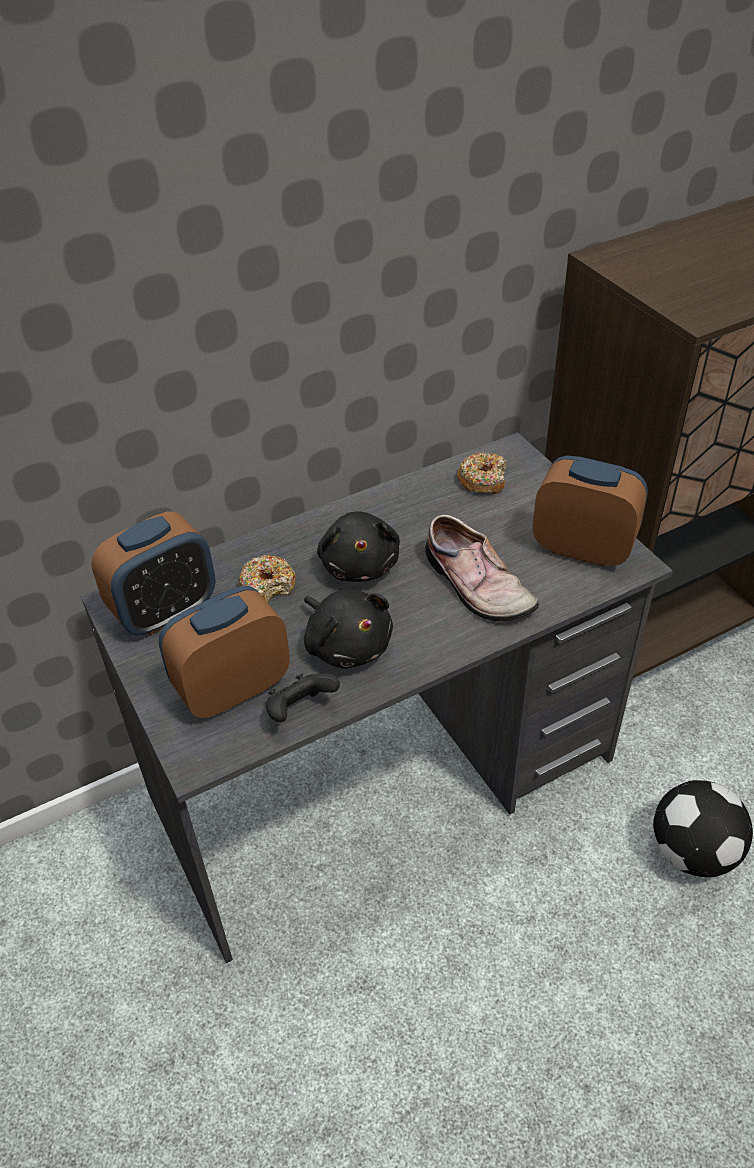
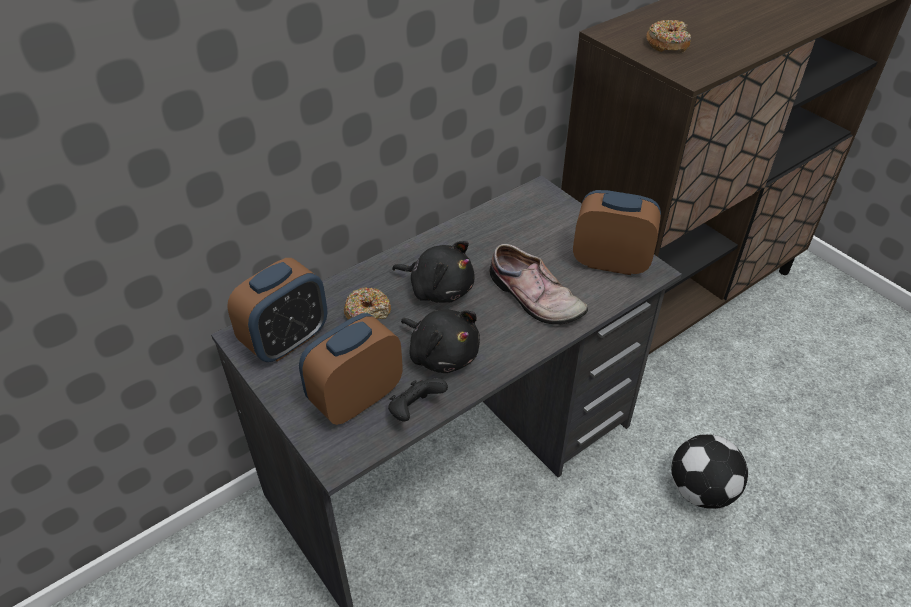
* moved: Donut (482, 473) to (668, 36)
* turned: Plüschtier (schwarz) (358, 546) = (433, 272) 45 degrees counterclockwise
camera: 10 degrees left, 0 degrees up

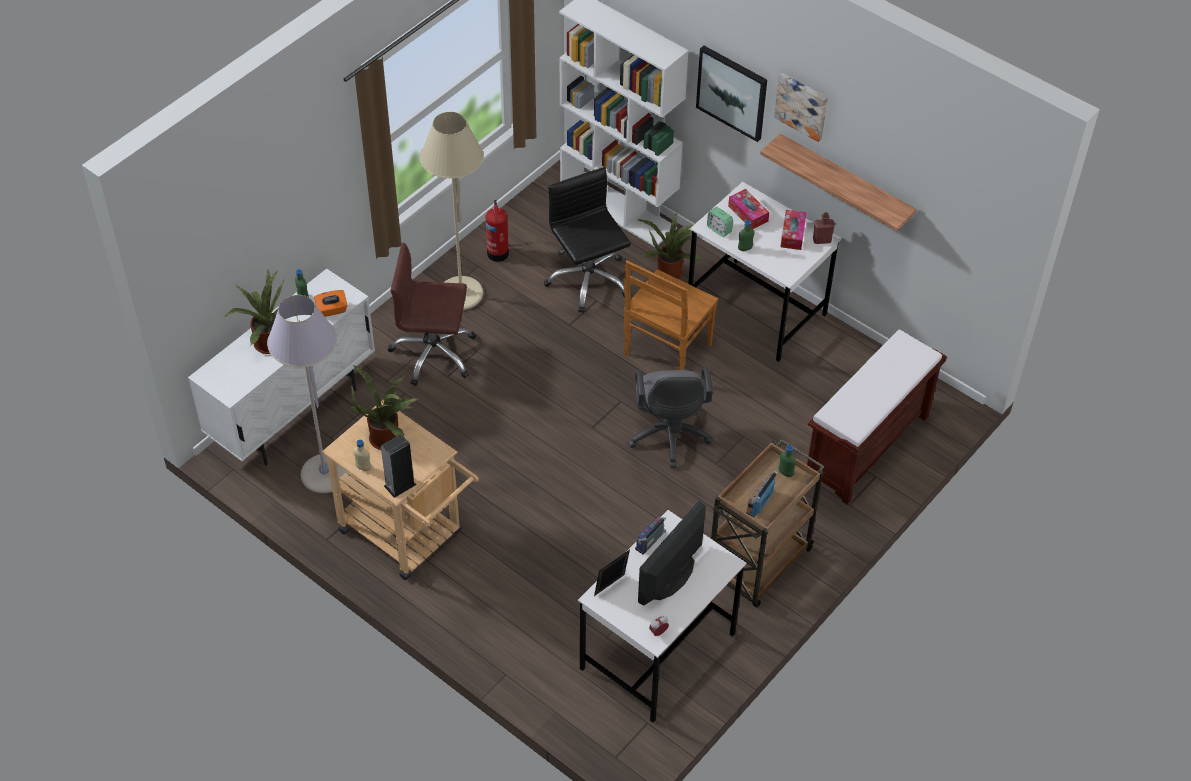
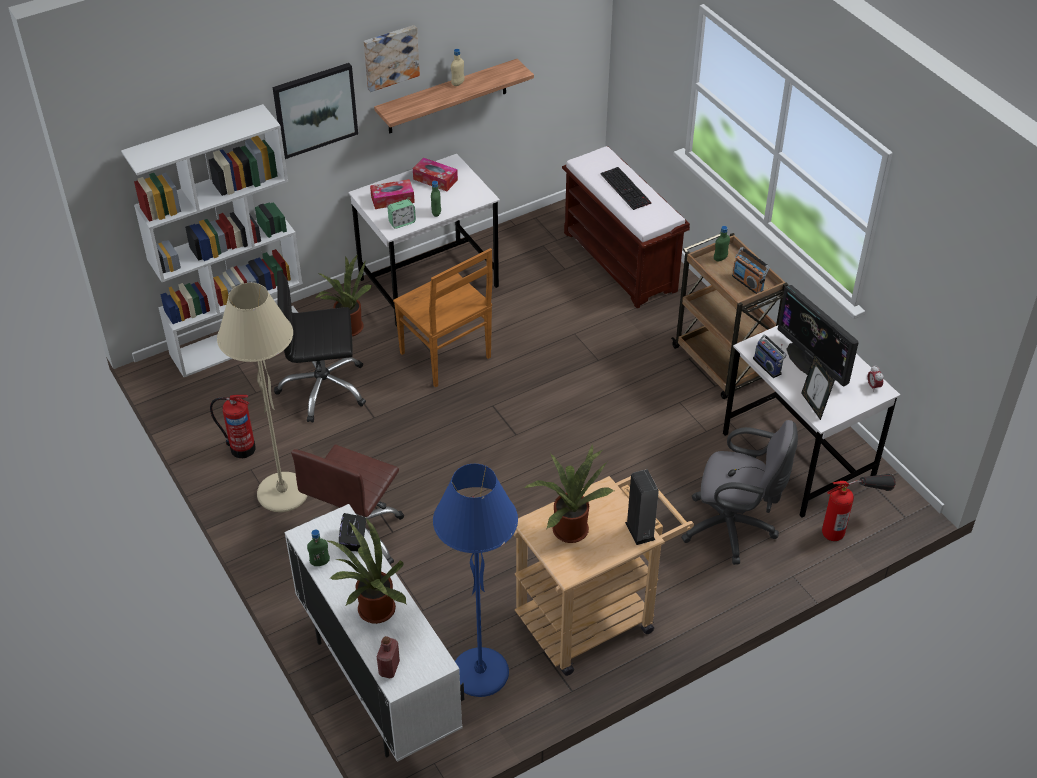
* added: Tastatur (625, 188)
* added: Feuerlöscher (859, 507)
* moved: Flasche (beige) (362, 455) to (458, 67)
* moved: Bürostuhl (grau) (670, 417) to (739, 492)
* moved: Flasche (rot) (824, 228) to (388, 657)
* recoloured: Stehlampe (grau) (308, 394) to Stehlampe (blau) (475, 580)
* recoloured: Taschentuchbox (orange) (331, 303) to Taschentuchbox (schwarz) (352, 532)
camera: 70 degrees left, 5 degrees down

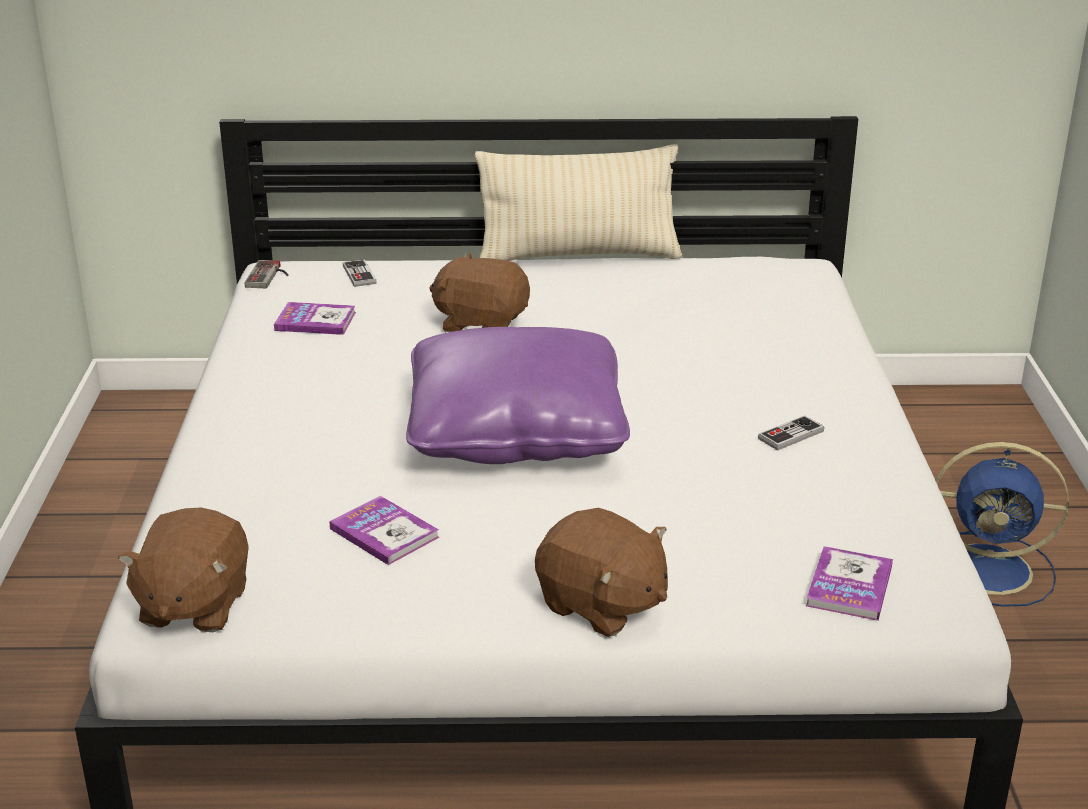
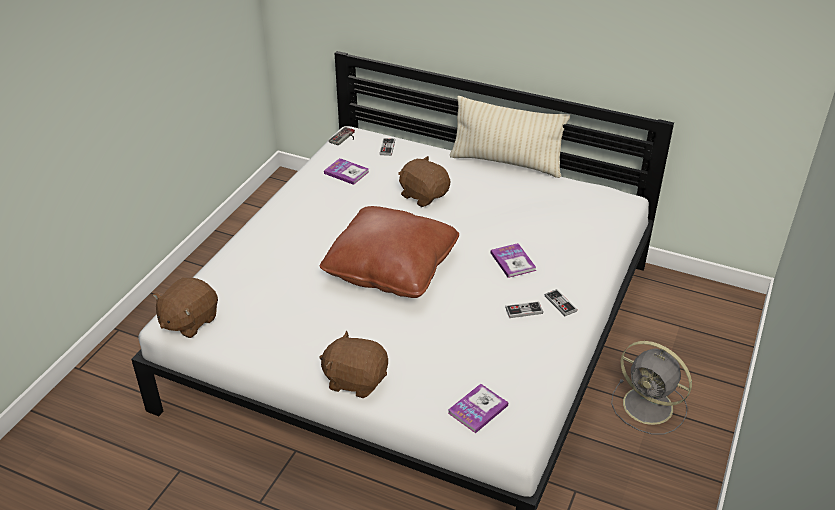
* added: Gamepad (561, 302)
* moved: Buch (384, 530) to (514, 260)
* recoloured: Kissen (lila) (518, 395) to Kissen (braun) (389, 252)
* recoloured: Ventilator (blau) (1002, 524) to Ventilator (grau) (651, 388)
* turned: Plüschtier (braun) (601, 572) = (353, 364) 135 degrees clockwise
camera: 25 degrees right, 10 degrees up

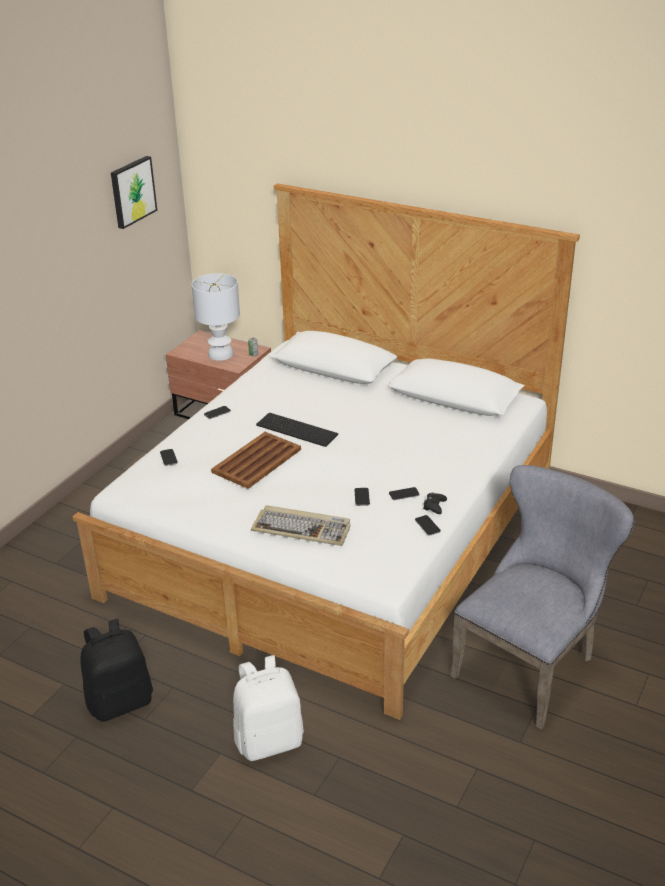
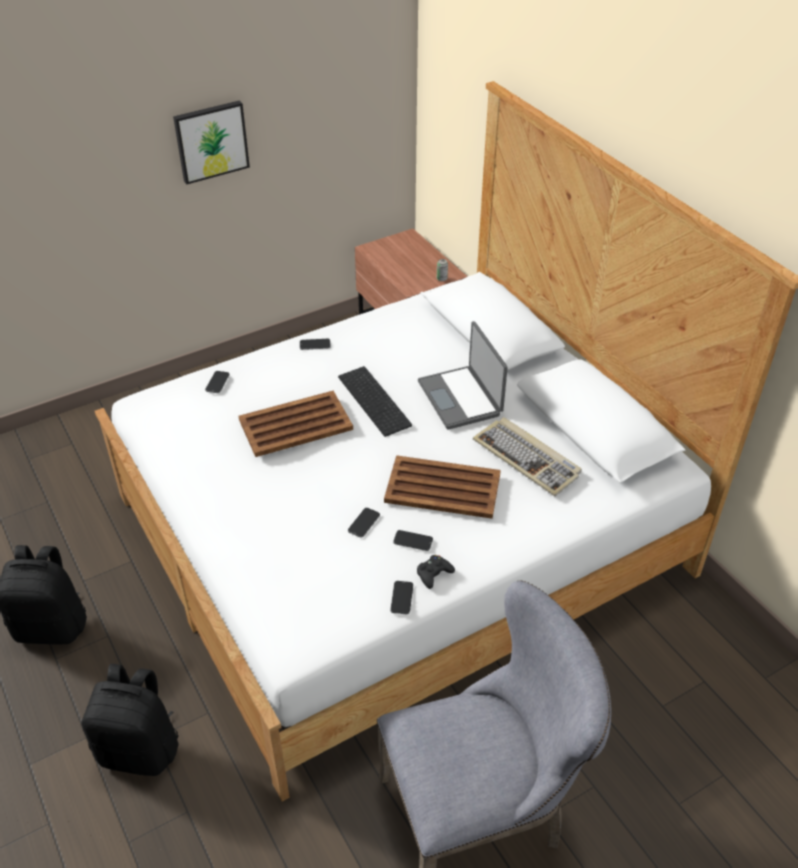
* removed: Tischlampe (weiß) (216, 317)
* added: Tablett (braun) (442, 487)
* added: Laptop (463, 375)
* moved: Bild (134, 192) to (211, 142)
* moved: Tastatur (301, 525) to (527, 456)
* recoloured: Rucksack (weiß) (268, 708) to Rucksack (schwarz) (130, 720)
camera: 30 degrees right, 10 degrees up

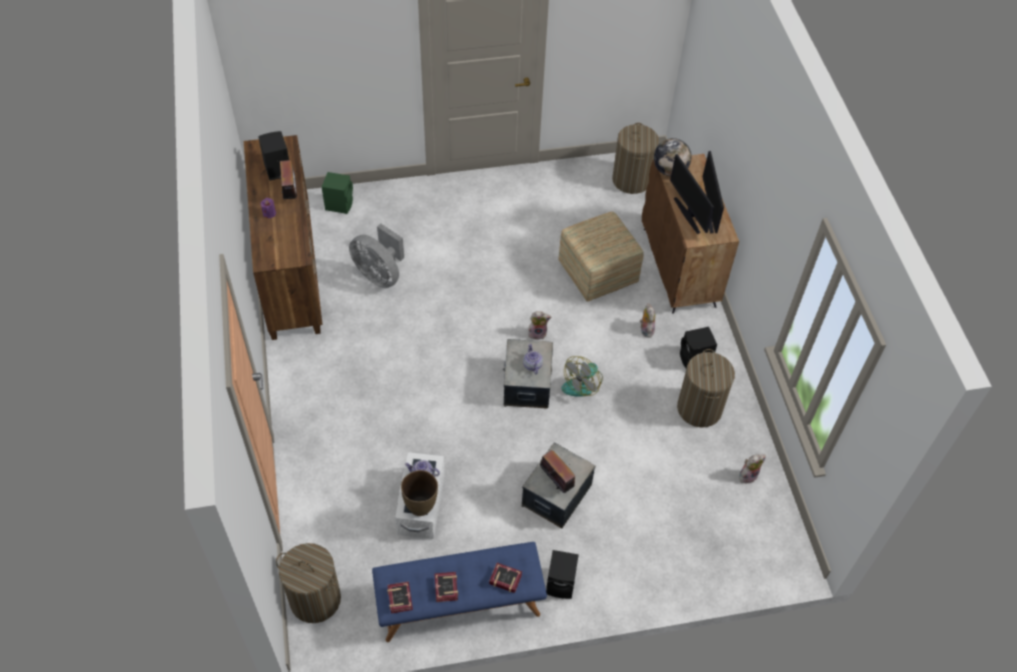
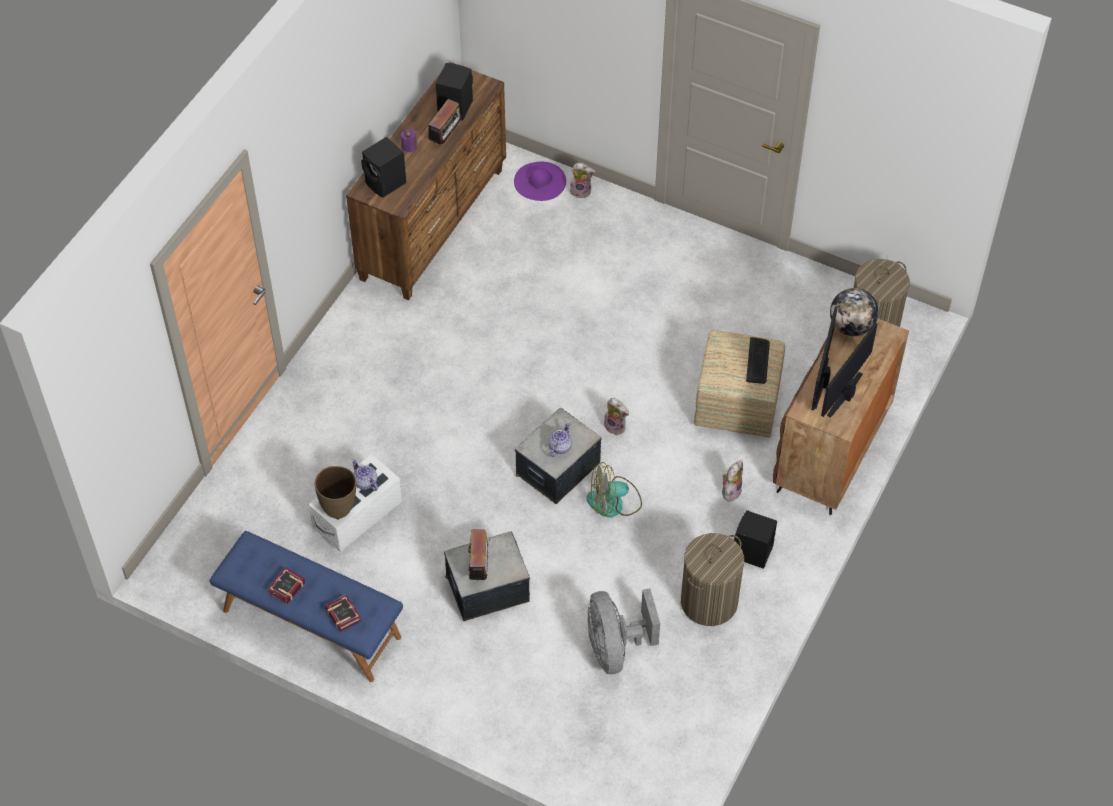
* removed: Wäschekorb (308, 583)
* removed: Buch (400, 597)
* added: Tastatur (758, 360)
* moved: Ventilator (grau) (376, 256) to (624, 631)
* moved: Lautsprecher (schwarz) (562, 574) to (383, 167)
* moved: Plüschtier (752, 468) to (582, 180)
* replaced: Lautsprecher (grün) (337, 193) to Hut (lila) (540, 181)
camera: 40 degrees right, 0 degrees up

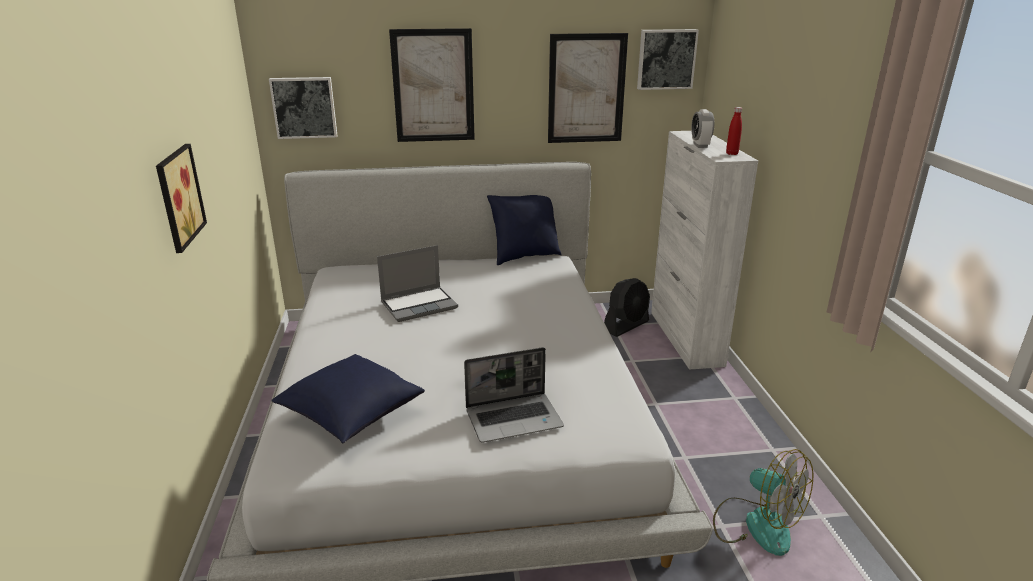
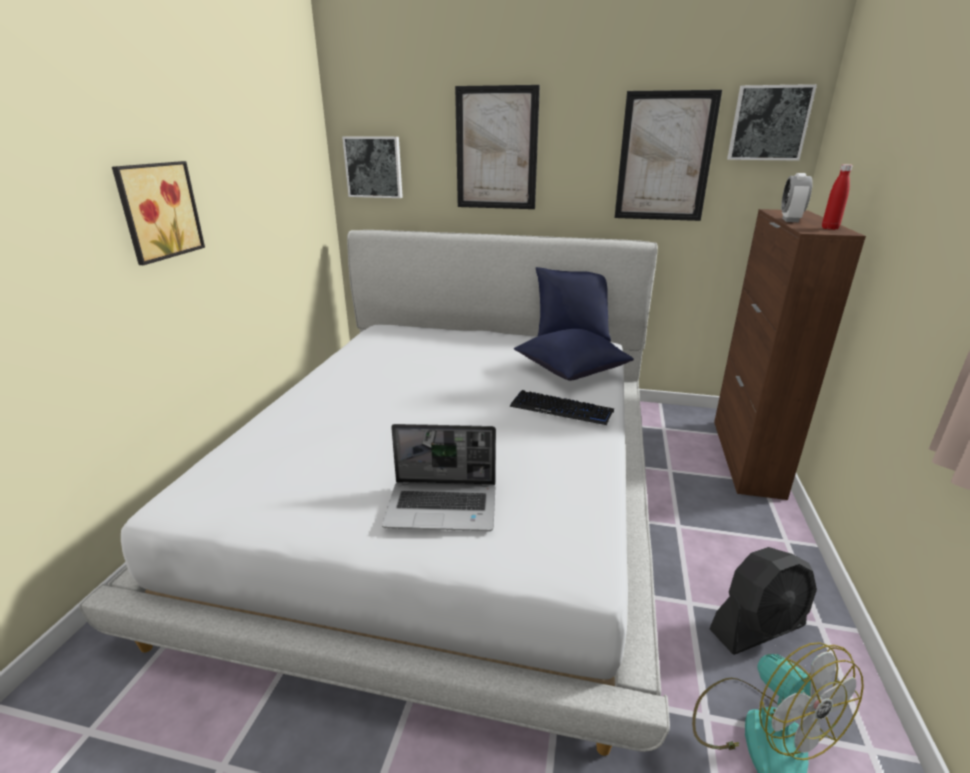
* removed: Laptop (417, 283)
* added: Tastatur (562, 407)
* moved: Kissen (blau) (348, 398) to (574, 355)
* moved: Ventilator (schwarz) (627, 307) to (763, 601)
* recoloured: Schrank (weiß) (704, 250) to Schrank (braun) (790, 354)
camera: 20 degrees right, 0 degrees up

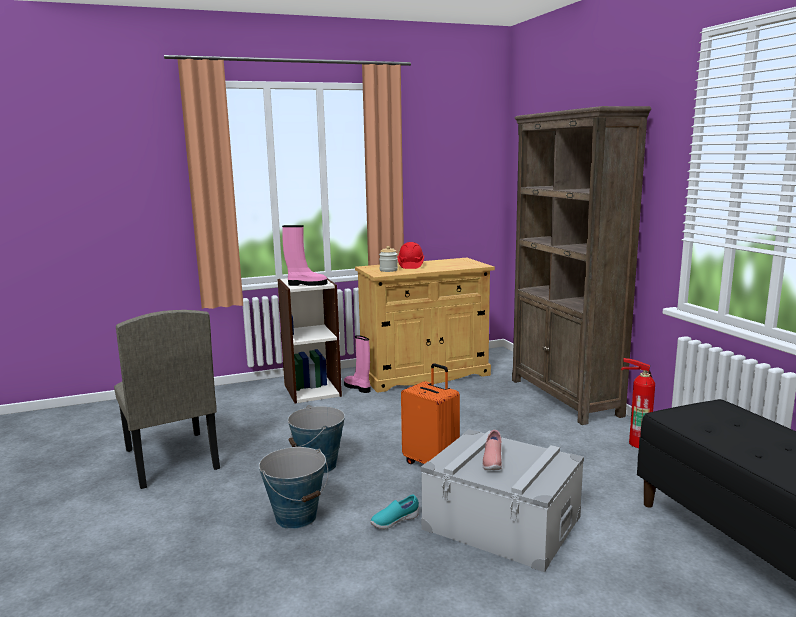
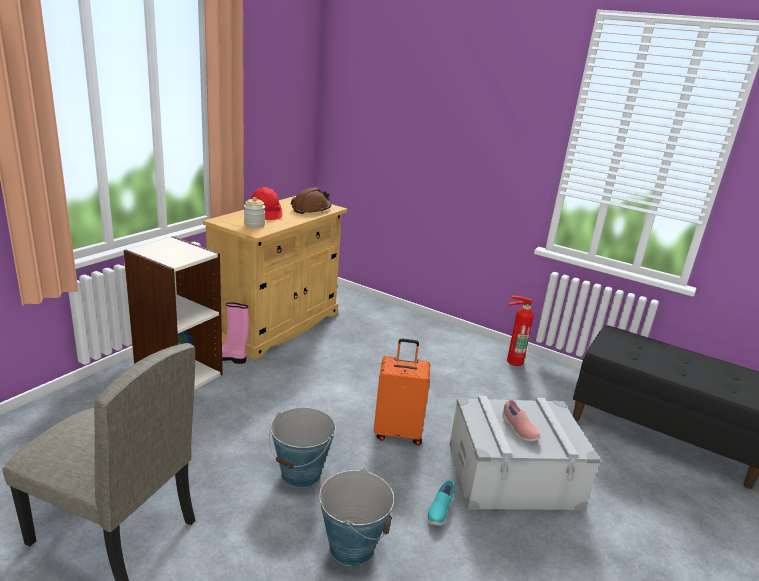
* removed: Stiefel (rosa) (305, 255)
* removed: Bücherregal (braun) (581, 265)
* added: Schutzhelm (braun) (311, 200)
camera: 40 degrees left, 10 degrees up

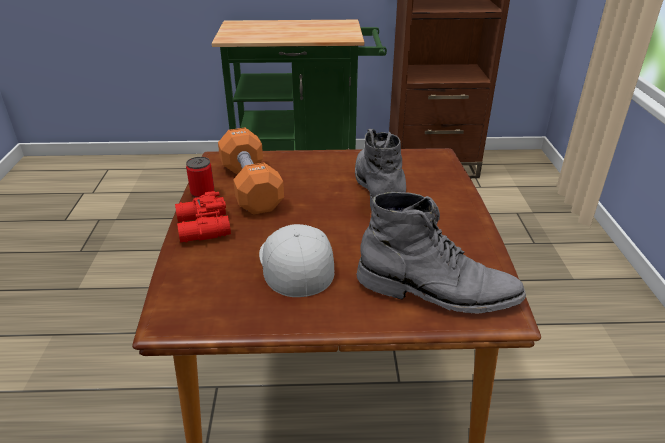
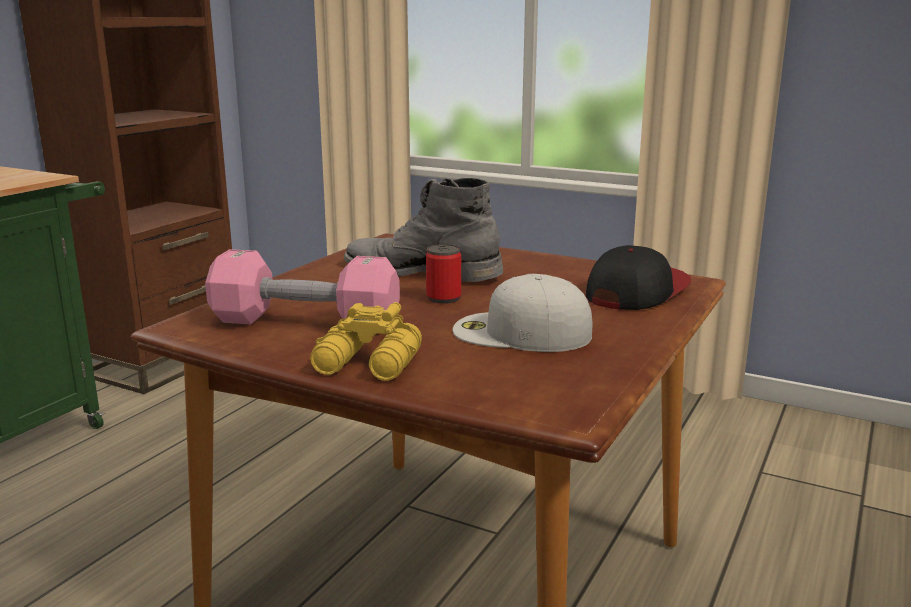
* moved: Dose (200, 177) to (443, 274)
* replaced: Stiefel (grau) (441, 253) to Kappe (638, 277)
* recoloured: Fernglas (rot) (203, 217) to Fernglas (gelb) (366, 341)
* recoloured: Hantel (orange) (251, 171) to Hantel (rosa) (302, 287)
camera: 60 degrees left, 15 degrees down

